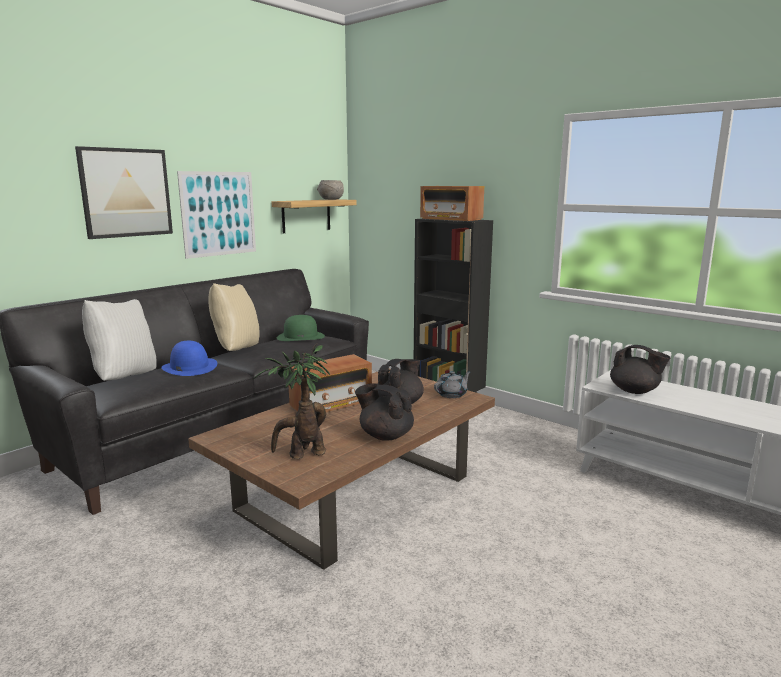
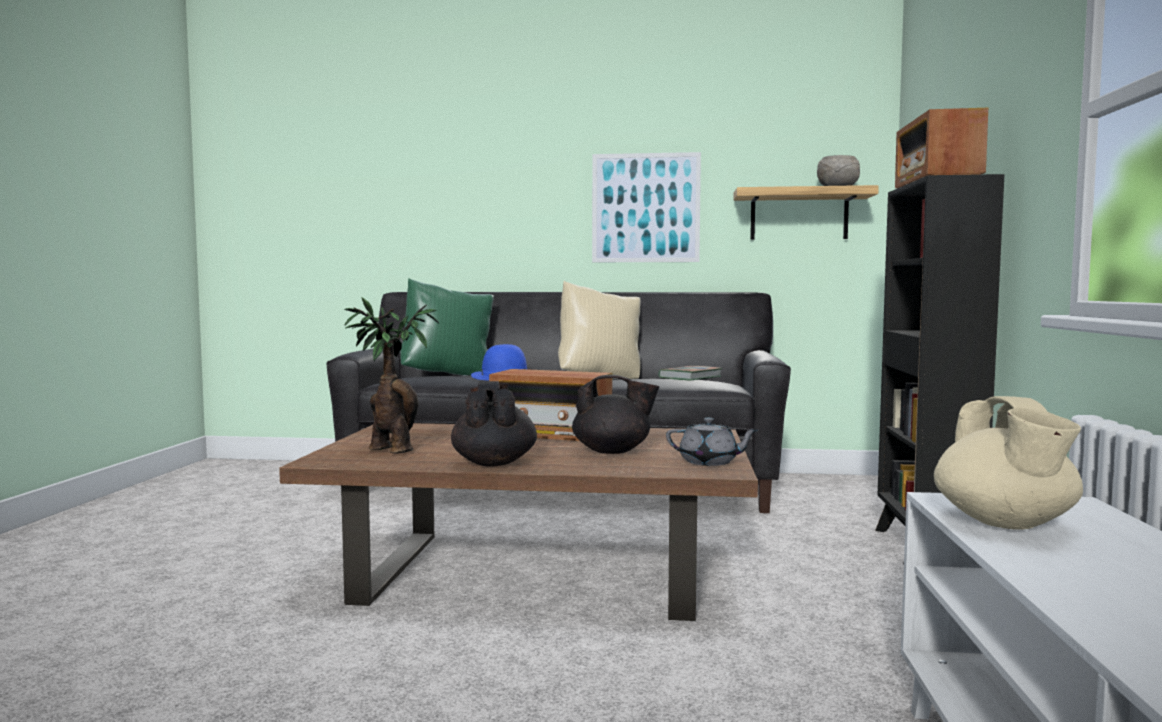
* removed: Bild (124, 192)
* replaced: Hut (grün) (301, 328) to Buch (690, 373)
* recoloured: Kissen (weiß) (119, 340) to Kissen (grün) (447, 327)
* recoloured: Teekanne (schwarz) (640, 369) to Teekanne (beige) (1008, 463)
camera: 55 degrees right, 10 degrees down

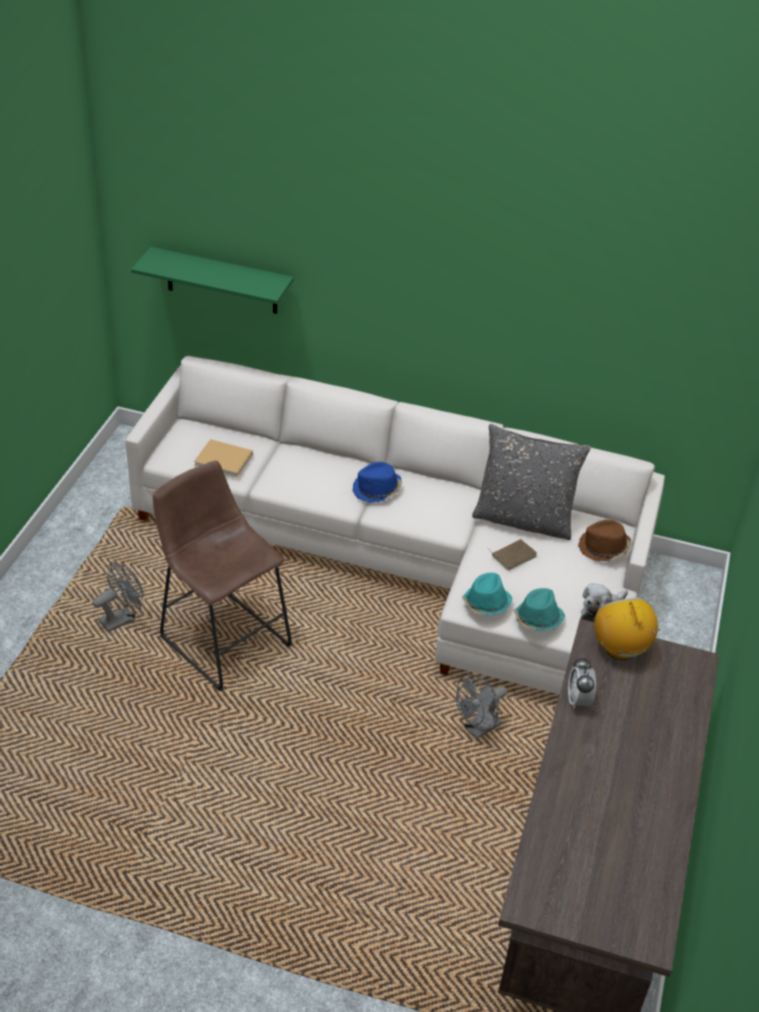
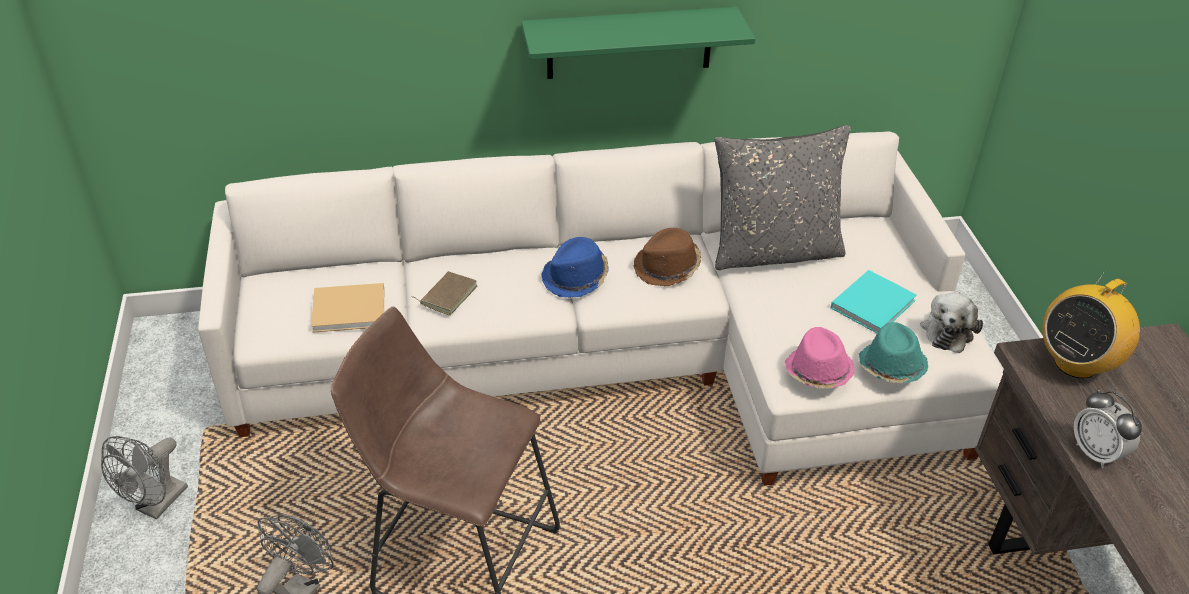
* added: Buch (türkis) (874, 301)
* moved: Wandregal (grün) (212, 280) to (638, 43)
* moved: Ventilator (grau) (482, 706) to (144, 478)
* moved: Buch (braun) (512, 554) to (444, 293)
* moved: Hut (braun) (604, 540) to (667, 257)
* recoloured: Hut (türkis) (487, 594) to Hut (rosa) (820, 358)
* turned: Radio (627, 629) = (1091, 324) 90 degrees counterclockwise
camera: 25 degrees left, 0 degrees up

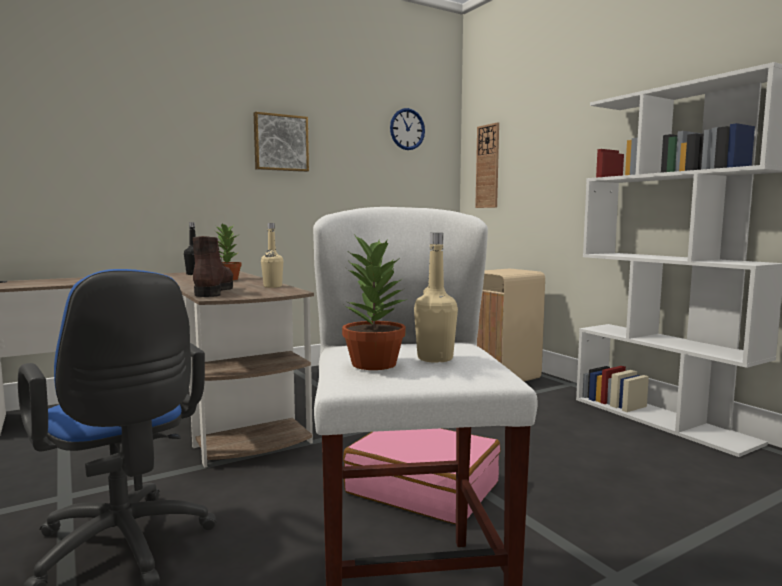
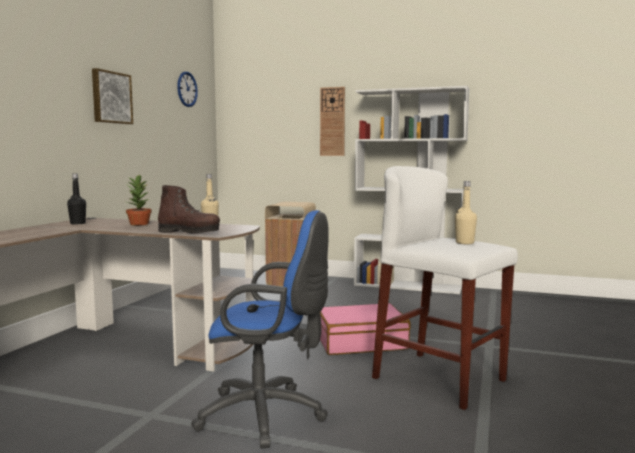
* removed: Topfpflanze (374, 302)
* moved: Wanduhr (487, 165) to (332, 121)
* turned: Stiefel (braun) (213, 266) = (189, 209) 150 degrees clockwise
camera: 40 degrees left, 0 degrees up

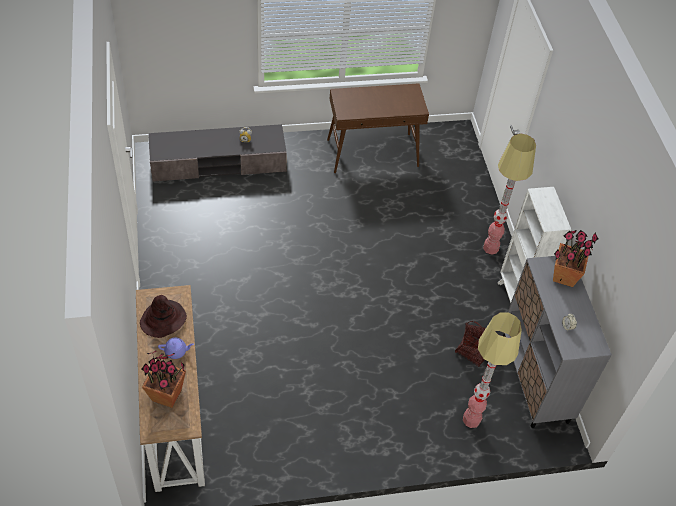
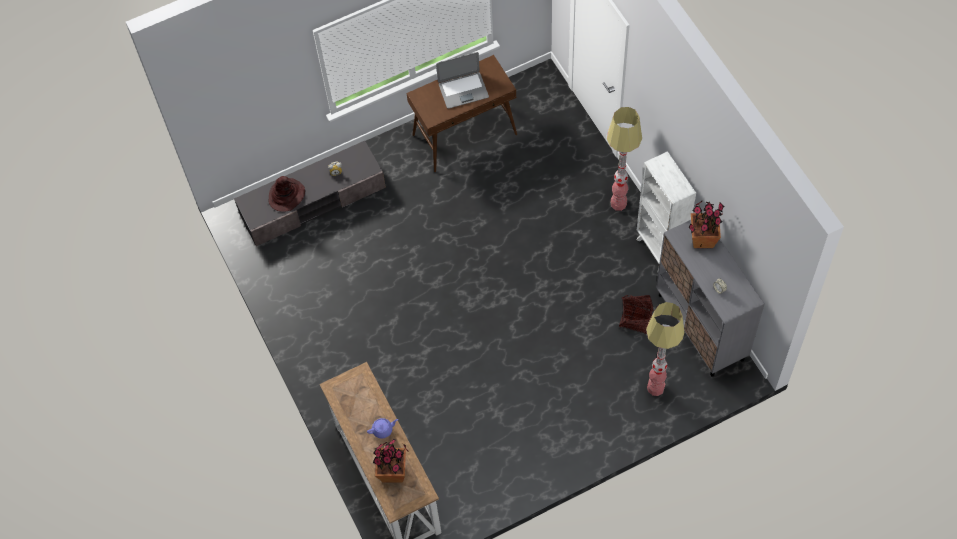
* added: Laptop (462, 80)
* moved: Hut (braun) (163, 316) to (287, 194)
camera: 10 degrees left, 10 degrees up

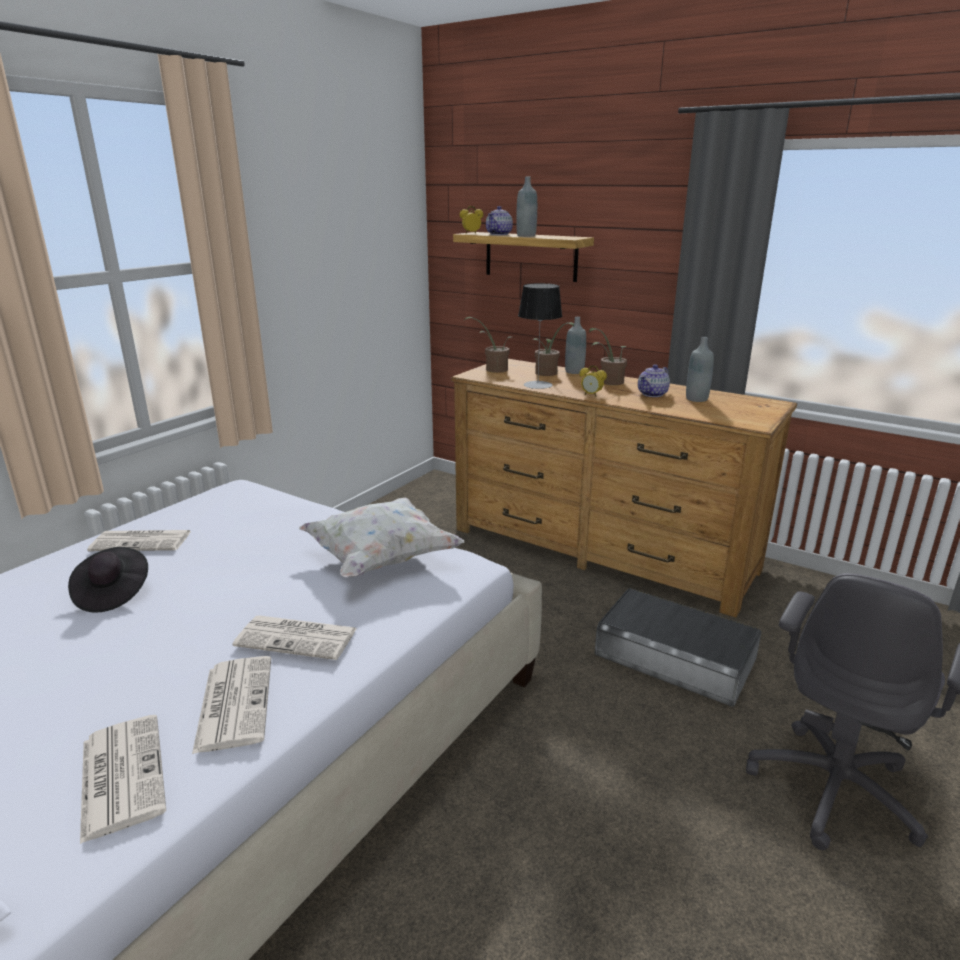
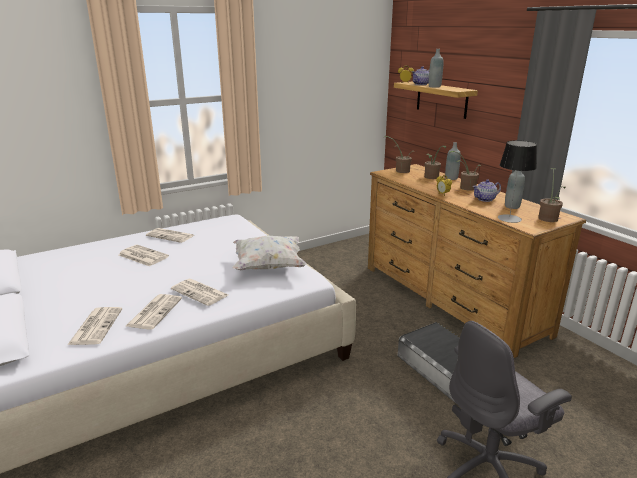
* added: Topfpflanze (552, 195)
* moved: Tischlampe (540, 336) to (517, 181)
* replaced: Hut (schwarz) (108, 580) to Zeitung (144, 255)
camera: 25 degrees right, 0 degrees up

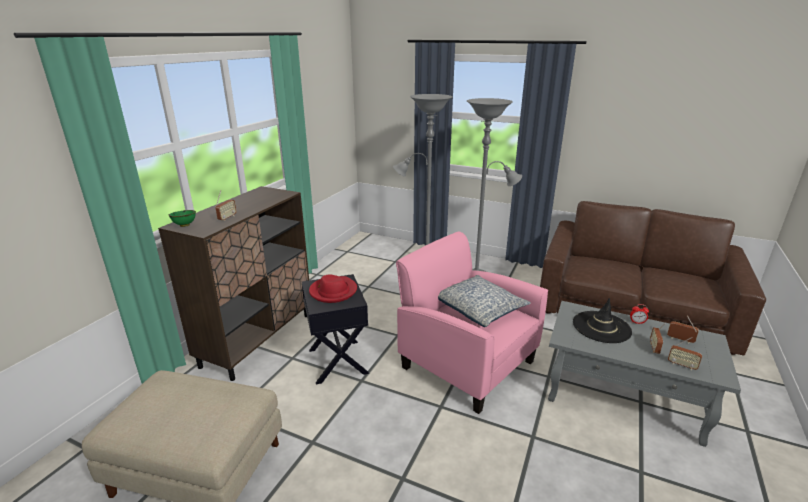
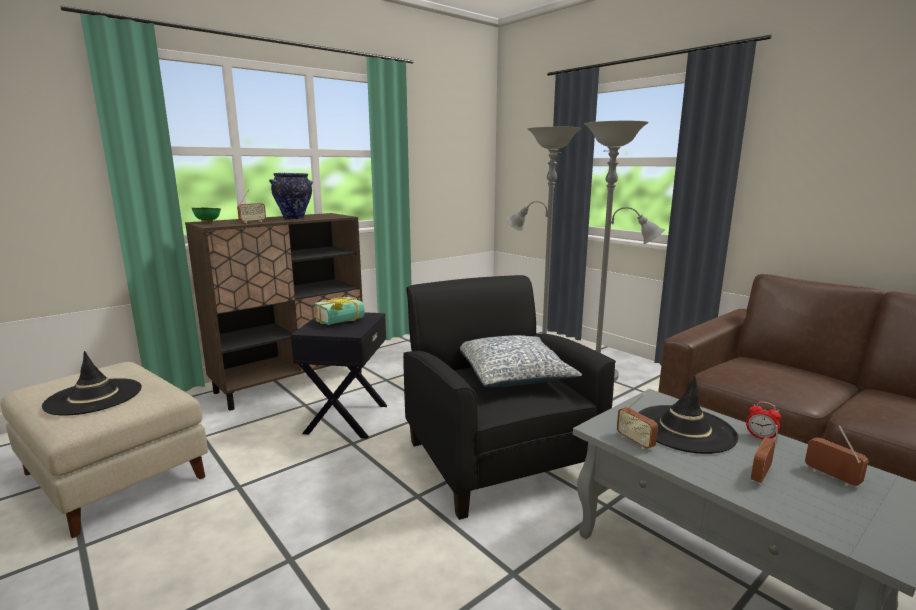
* added: Hut (schwarz) (92, 383)
* added: Vase (291, 196)
* moved: Radio (685, 353) to (637, 421)
* replaced: Hut (rot) (333, 289) to Buch (340, 311)
* recoloured: Sessel (rosa) (472, 322) to Sessel (schwarz) (509, 397)
camera: 25 degrees right, 10 degrees down

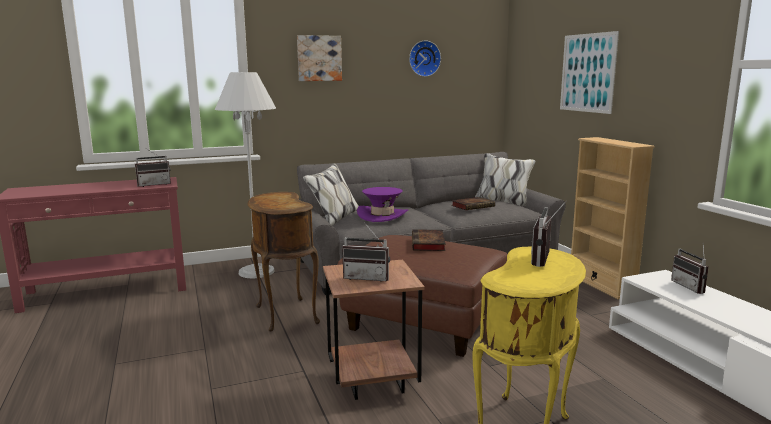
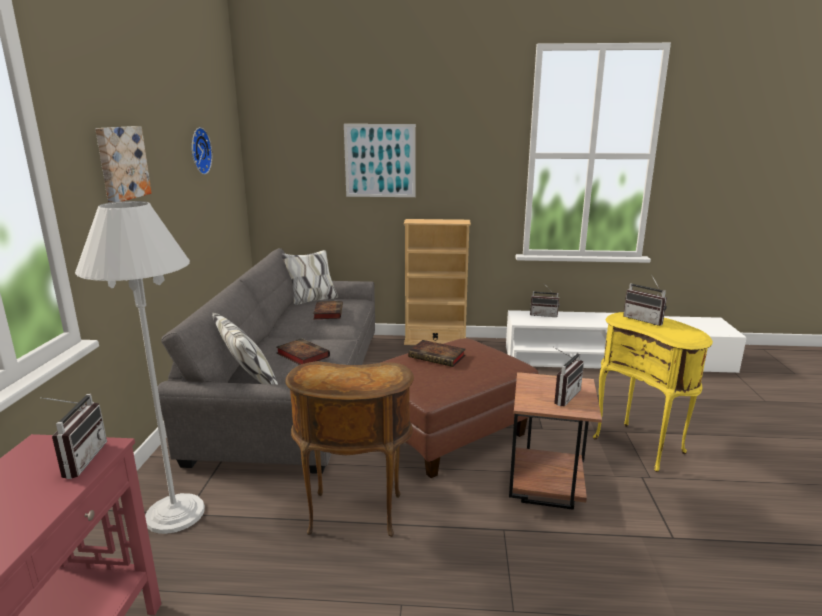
* replaced: Hut (lila) (382, 204) to Buch (303, 351)
camera: 65 degrees left, 5 degrees up

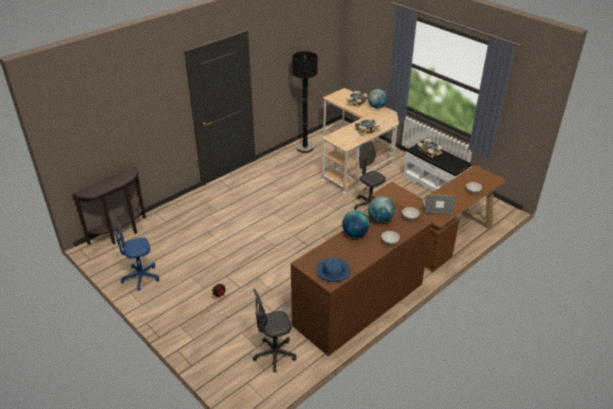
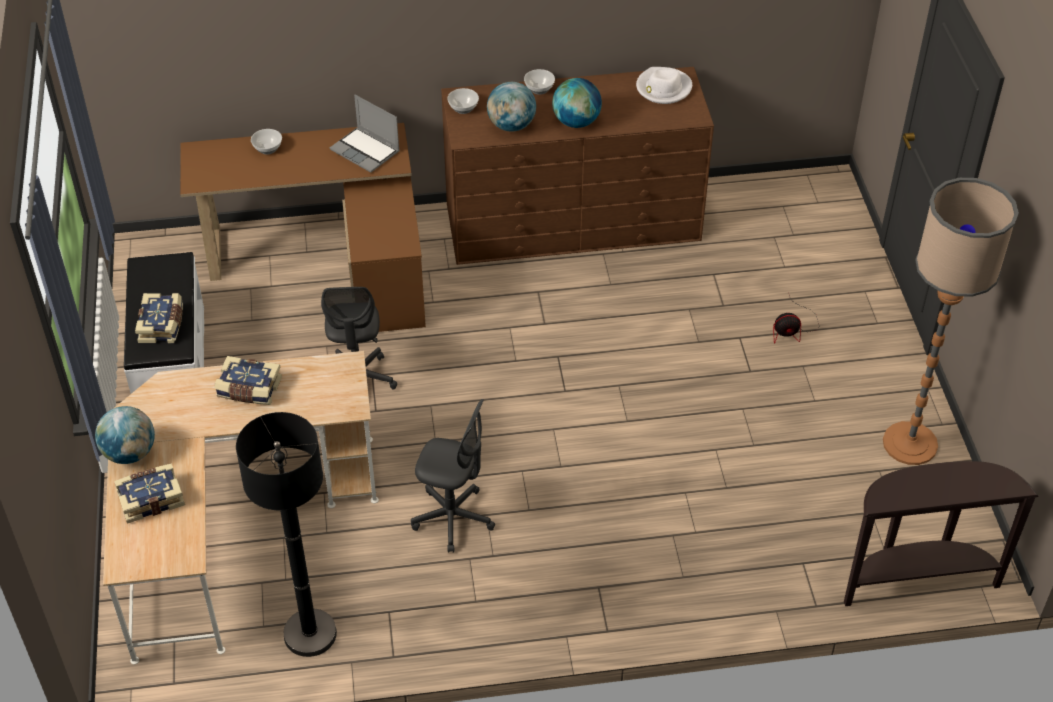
* moved: Bürostuhl (grau) (274, 331) to (453, 476)
* replaced: Bürostuhl (blau) (135, 253) to Stehlampe (951, 321)
* recoloured: Hut (blau) (333, 270) to Hut (weiß) (664, 85)
camera: 145 degrees left, 10 degrees up

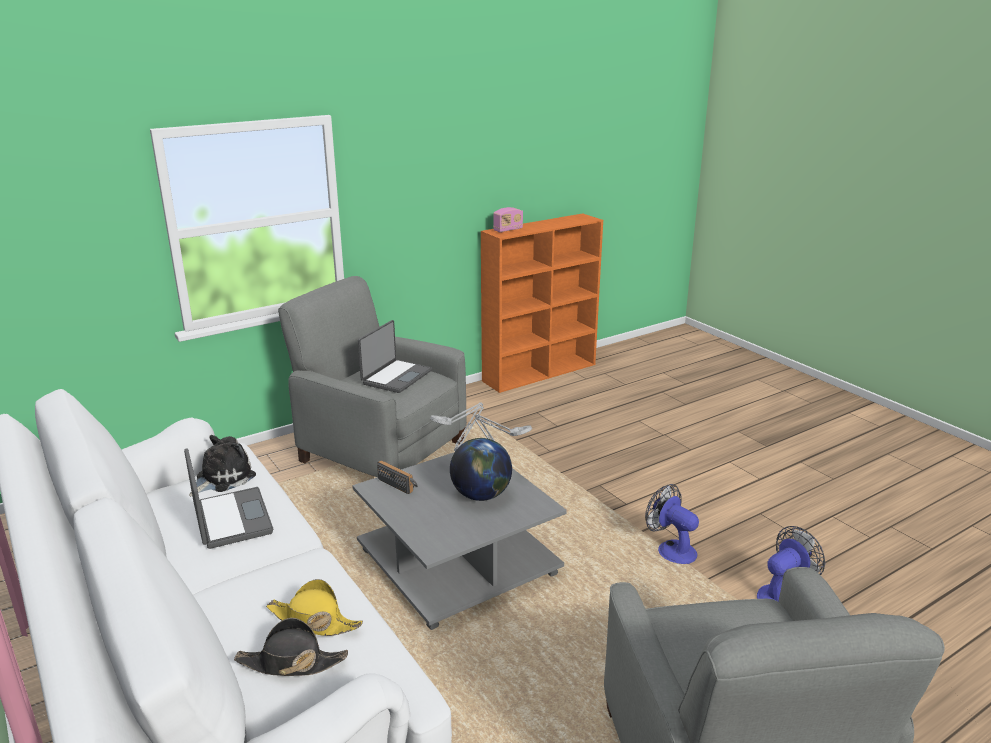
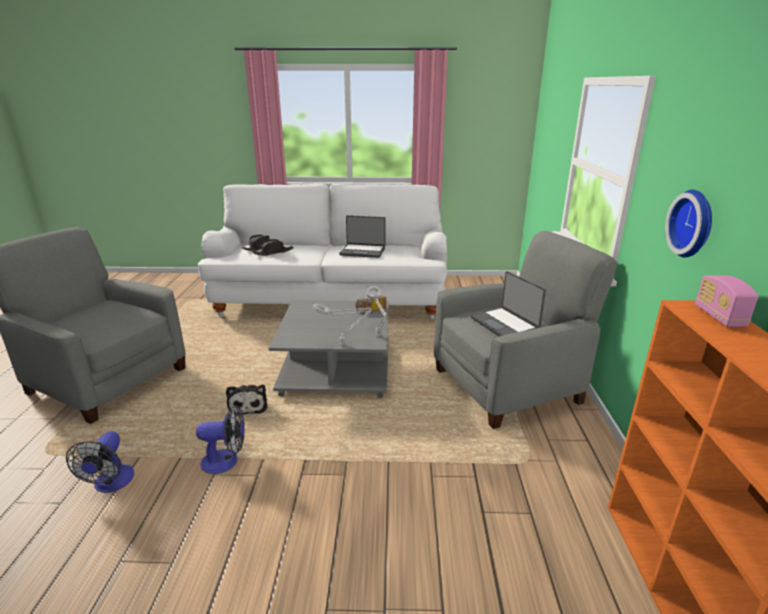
* removed: Globus (481, 469)
* added: Wanduhr (688, 223)
* moved: Plüschtier (222, 465) to (247, 400)
* recoloured: Hut (gelb) (314, 607) to Hut (schwarz) (273, 247)
camera: 125 degrees right, 0 degrees up

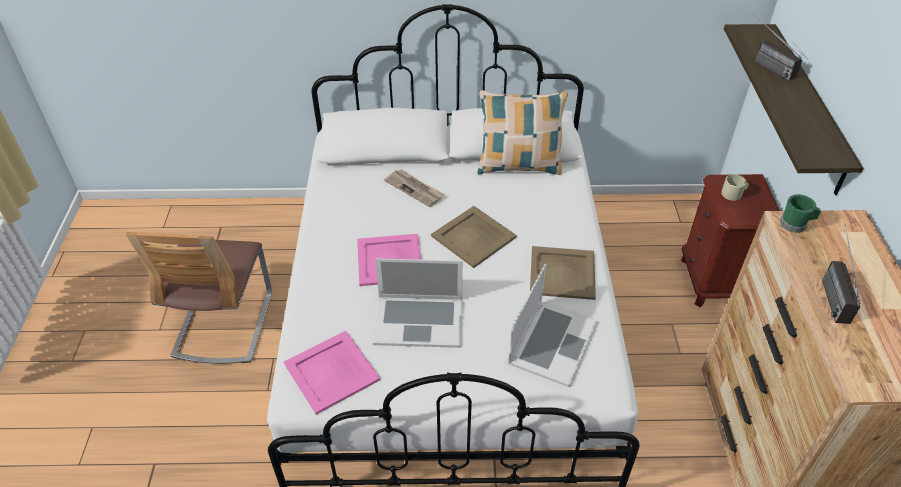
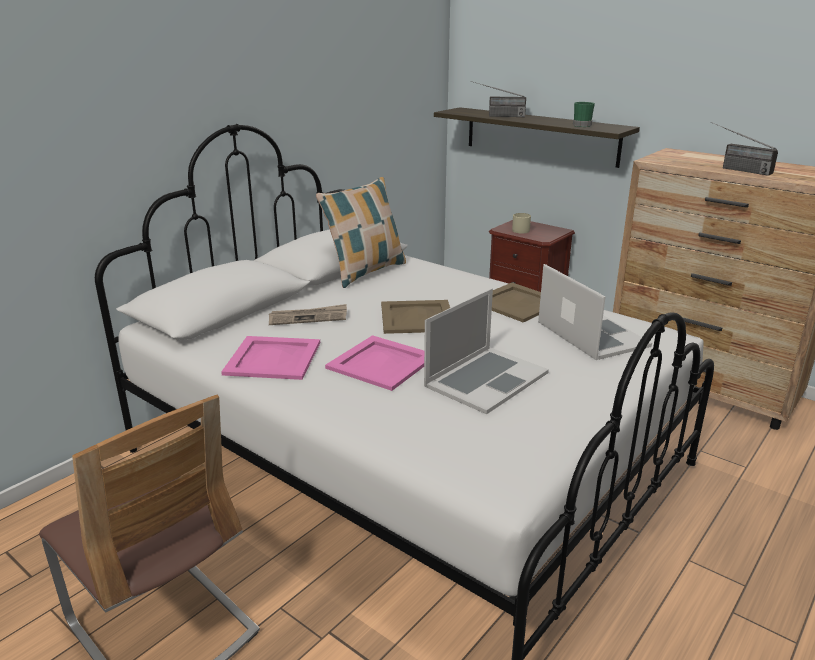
* moved: Tablett (rosa) (332, 373) to (270, 358)
* moved: Henkelbecher (grün) (800, 213) to (584, 114)
camera: 50 degrees left, 20 degrees down

